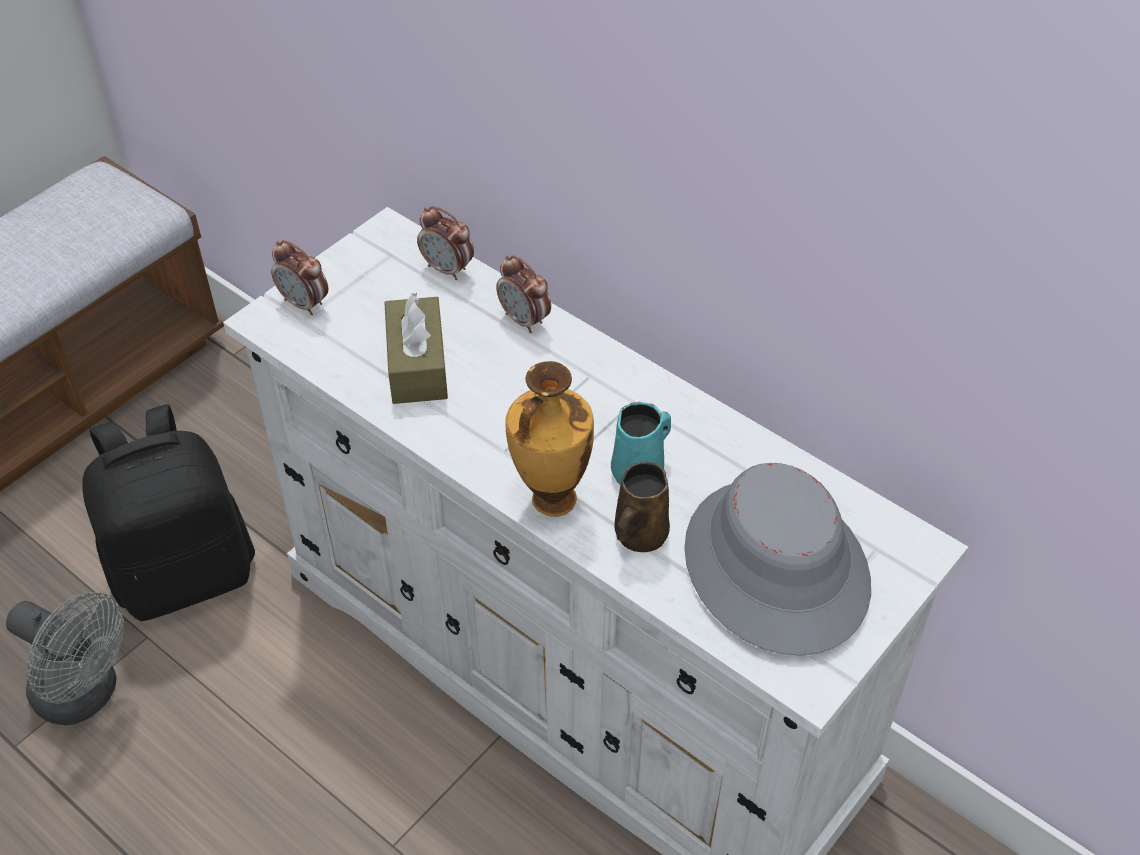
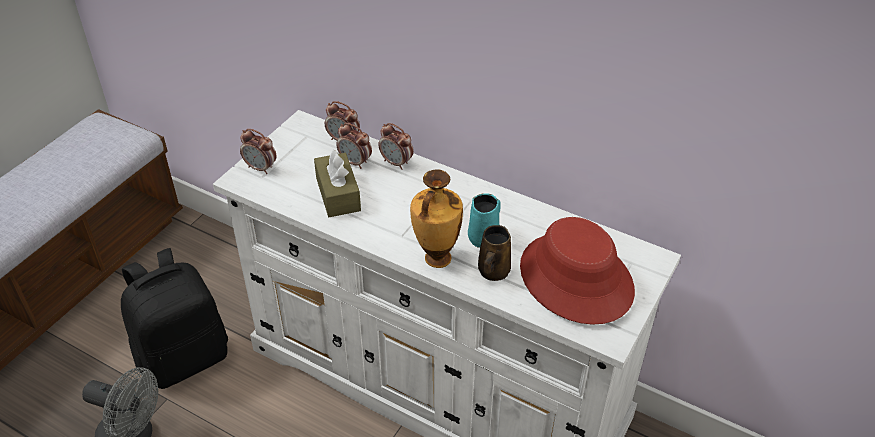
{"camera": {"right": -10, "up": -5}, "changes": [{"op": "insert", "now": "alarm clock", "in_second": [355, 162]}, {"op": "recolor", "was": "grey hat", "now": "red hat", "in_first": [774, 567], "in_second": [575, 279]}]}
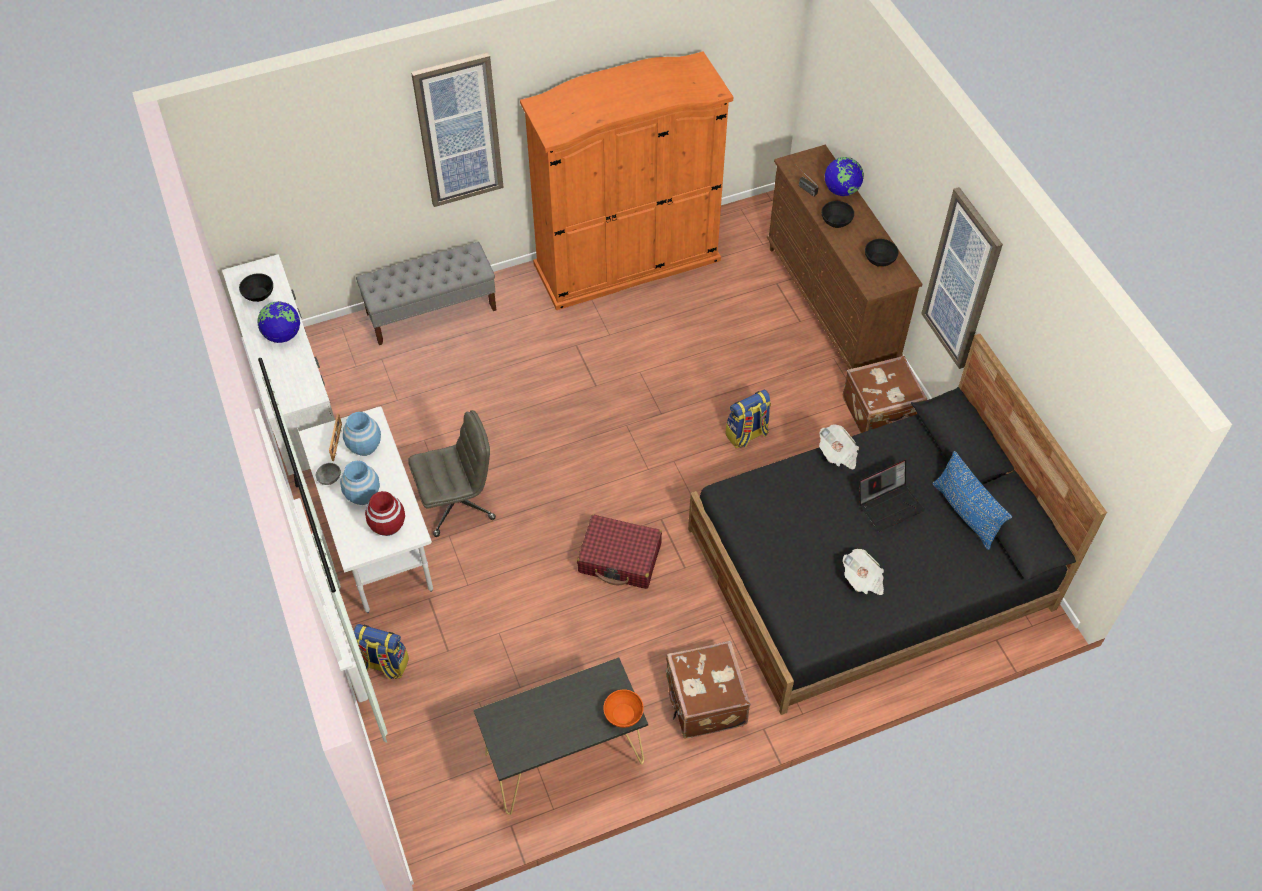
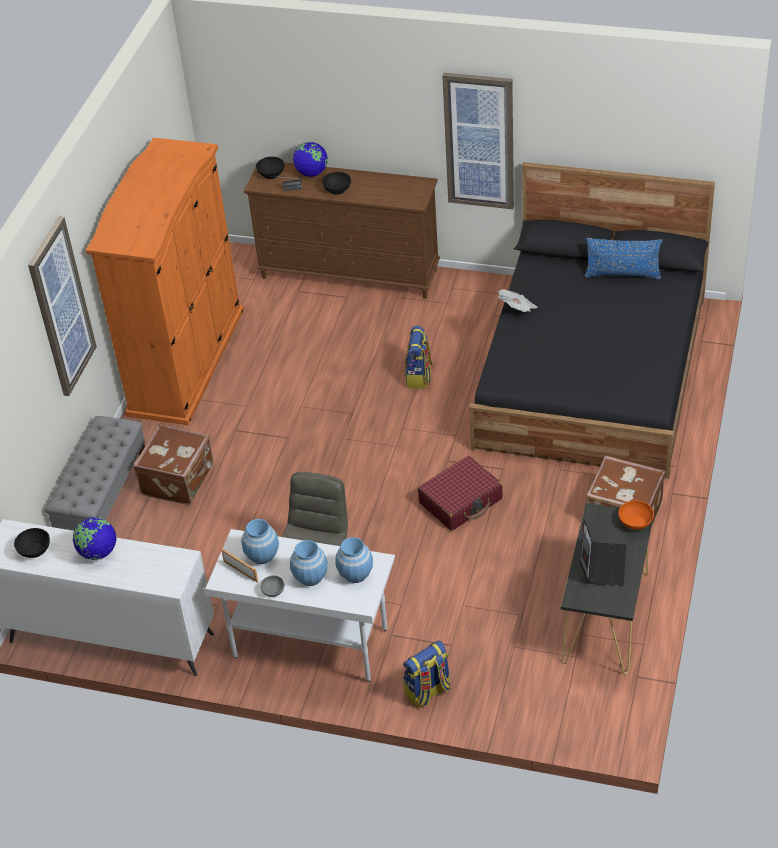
{"camera": {"right": -50, "up": -10}, "changes": [{"op": "delete", "was": "newspaper", "in_first": [863, 580]}, {"op": "move", "was": "brown suitcase", "in_first": [881, 412], "in_second": [179, 480]}, {"op": "move", "was": "laptop", "in_first": [889, 504], "in_second": [602, 564]}, {"op": "move", "was": "black bowl", "in_first": [879, 260], "in_second": [271, 174]}, {"op": "recolor", "was": "red vase", "now": "blue vase", "in_first": [388, 525], "in_second": [355, 573]}]}
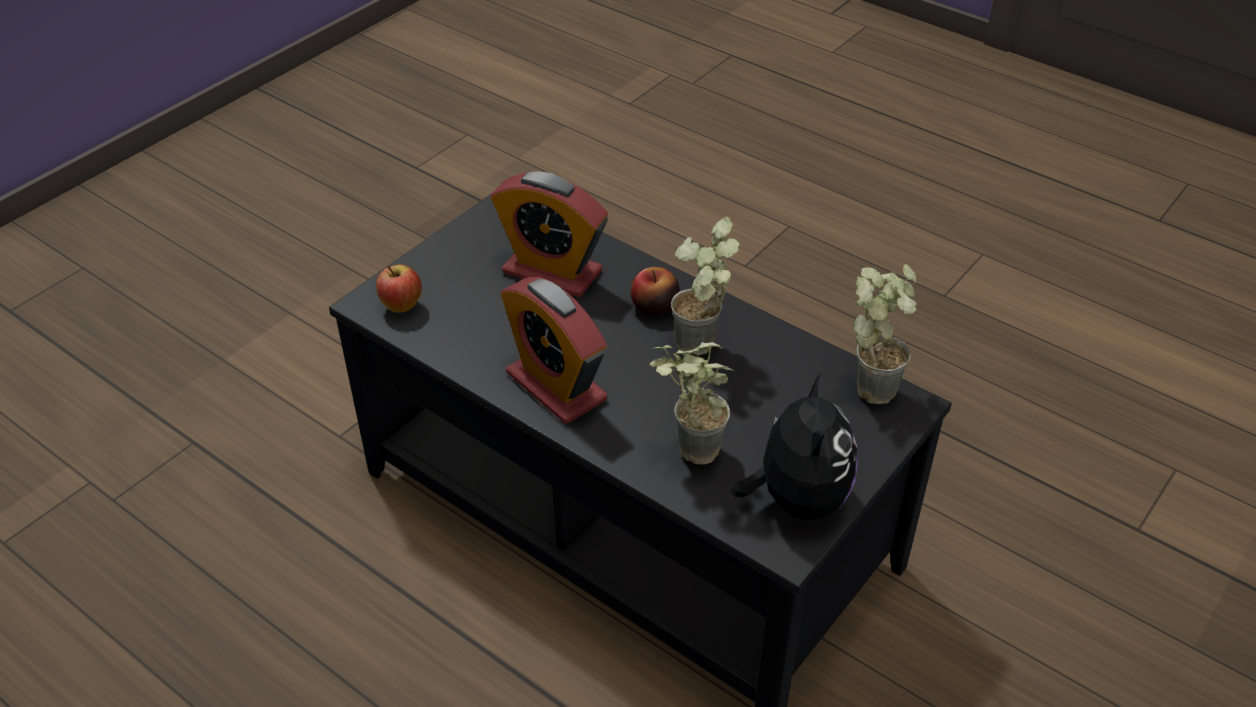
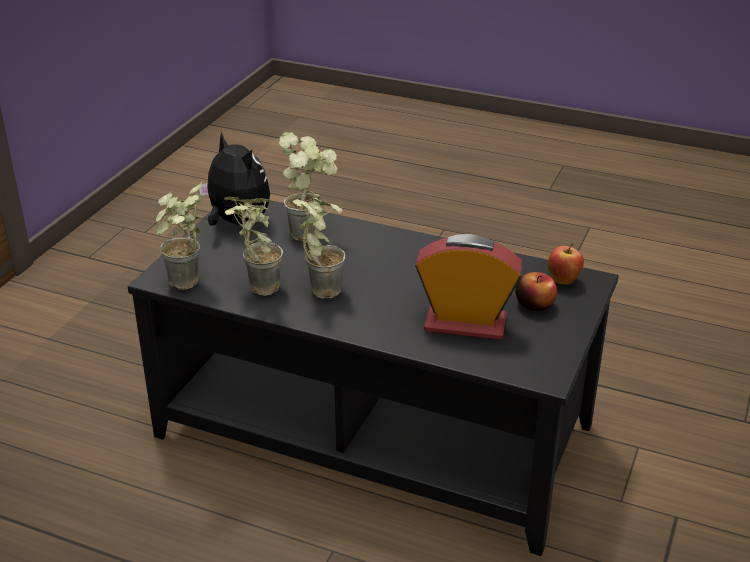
{"camera": {"right": 165, "up": -10}, "changes": [{"op": "delete", "was": "alarm clock", "in_first": [556, 386]}, {"op": "insert", "now": "potted plant", "in_second": [255, 288]}, {"op": "move", "was": "apple", "in_first": [654, 306], "in_second": [534, 304]}, {"op": "rotate", "was": "plush toy", "in_first": [796, 499], "in_second": [236, 222], "clockwise": 150}]}
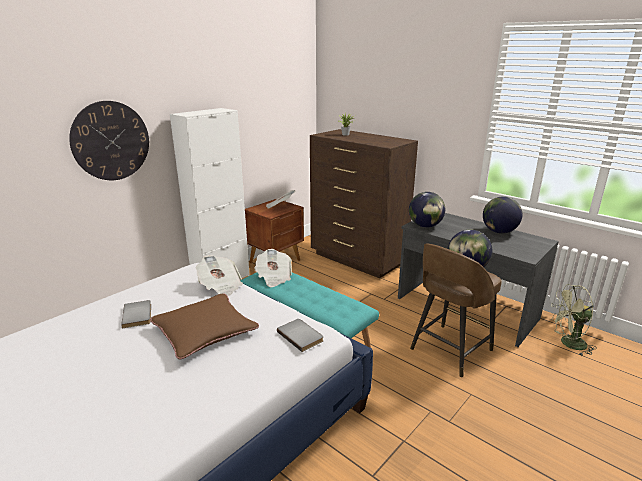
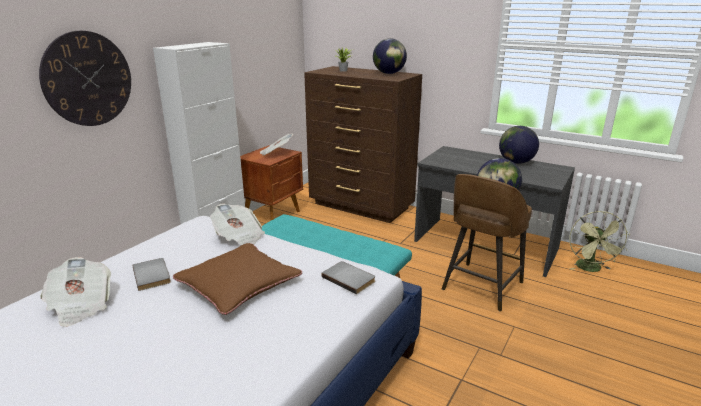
{"camera": {"right": -10, "up": 0}, "changes": [{"op": "move", "was": "newspaper", "in_first": [274, 277], "in_second": [80, 305]}, {"op": "move", "was": "globe", "in_first": [425, 226], "in_second": [389, 73]}, {"op": "rotate", "was": "green fan", "in_first": [568, 344], "in_second": [591, 269], "clockwise": -75}]}
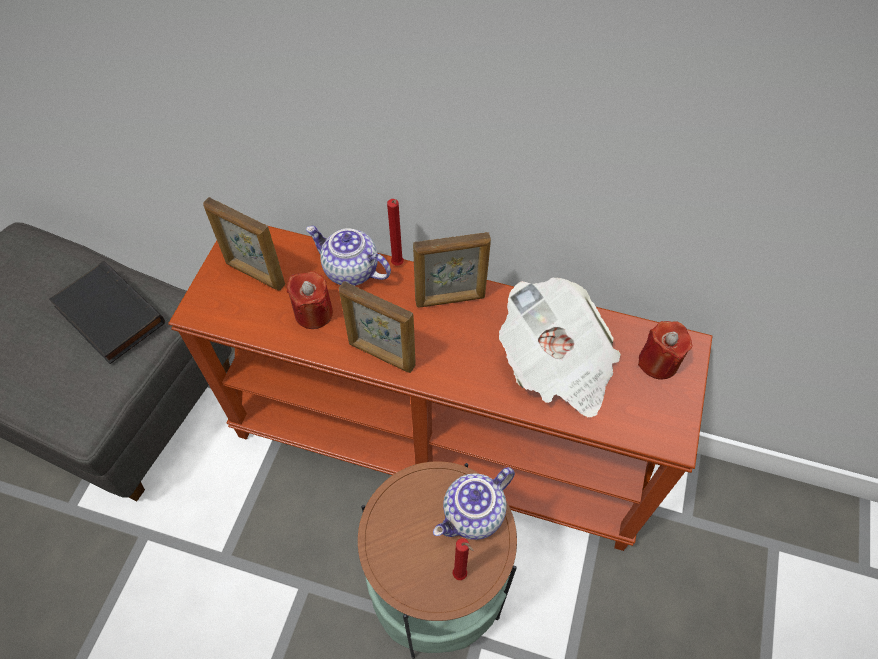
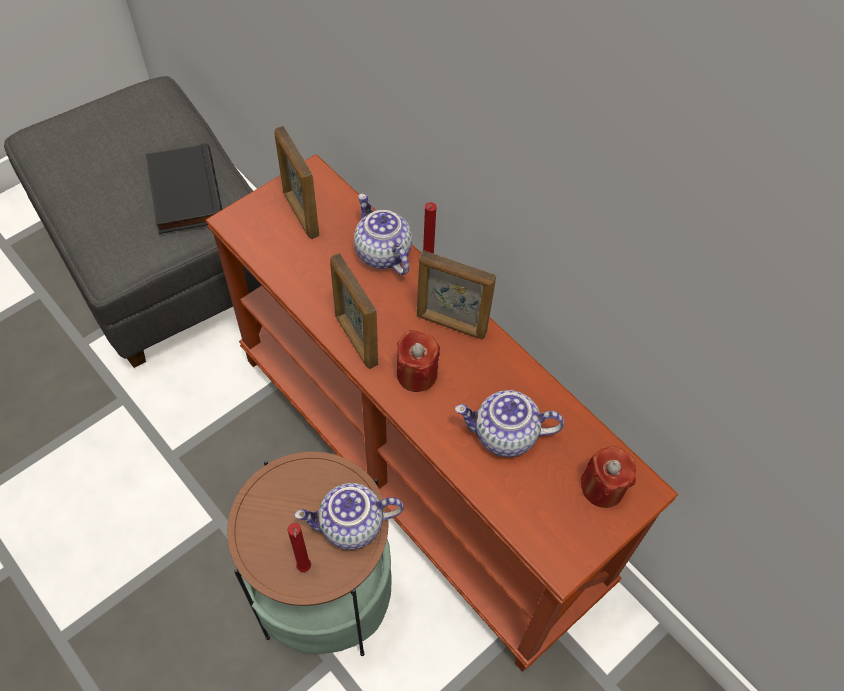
{"camera": {"right": 30, "up": 0}, "changes": [{"op": "move", "was": "red candle", "in_first": [313, 313], "in_second": [416, 374]}, {"op": "replace", "was": "newspaper", "now": "teapot", "in_first": [557, 364], "in_second": [504, 435]}]}
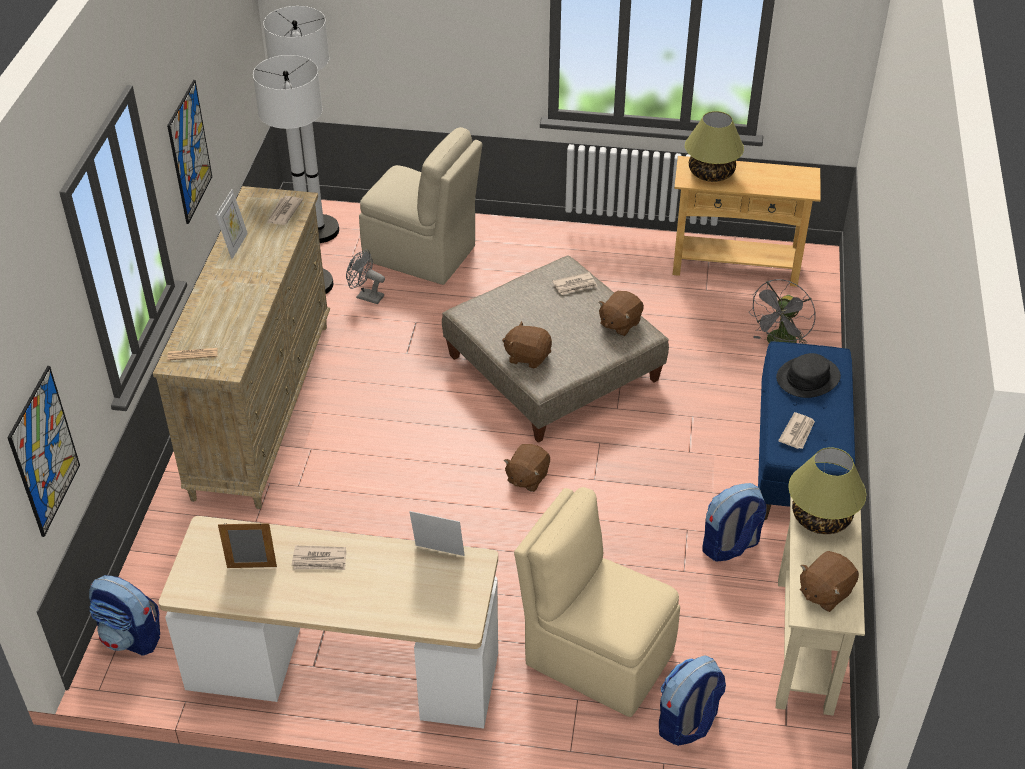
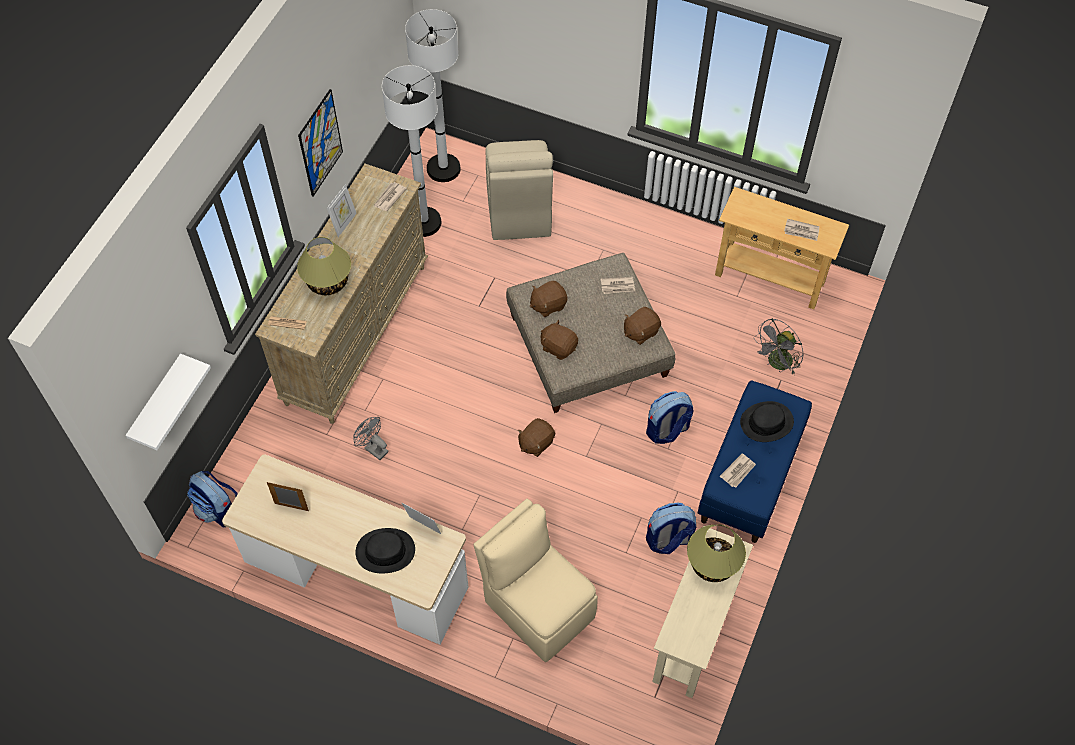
{"camera": {"right": 15, "up": 15}, "changes": [{"op": "insert", "now": "black hat", "in_second": [385, 551]}, {"op": "move", "was": "newspaper", "in_first": [320, 560], "in_second": [801, 231]}, {"op": "move", "was": "grey fan", "in_first": [366, 296], "in_second": [373, 448]}, {"op": "move", "was": "backpack", "in_first": [687, 723], "in_second": [667, 430]}, {"op": "move", "was": "table lamp", "in_first": [711, 173], "in_second": [328, 282]}, {"op": "move", "was": "brown plush toy", "in_first": [824, 592], "in_second": [548, 305]}, {"op": "replace", "was": "picture", "now": "white shelf", "in_first": [44, 452], "in_second": [157, 403]}, {"op": "rotate", "was": "beige chair", "in_first": [422, 254], "in_second": [519, 211], "clockwise": 45}]}
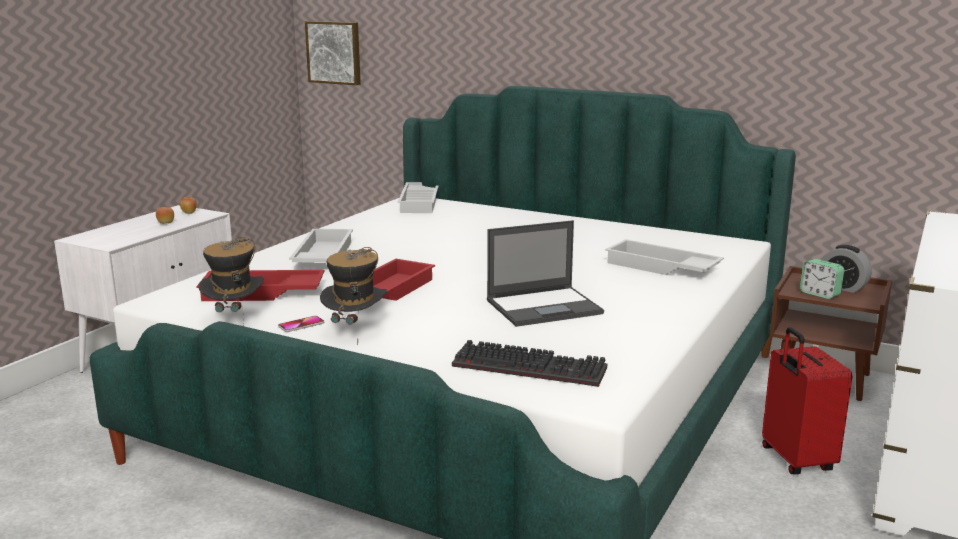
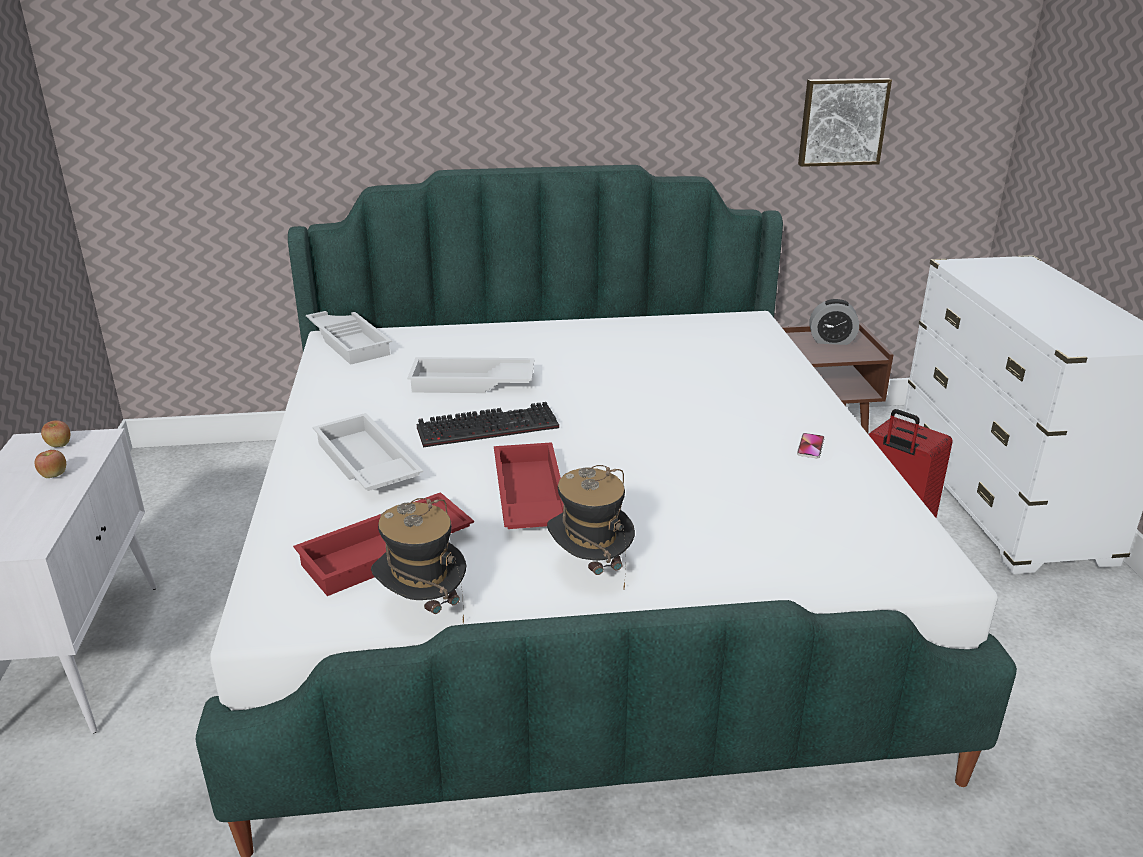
{"camera": {"right": -35, "up": 10}, "changes": [{"op": "delete", "was": "laptop", "in_first": [545, 307]}, {"op": "delete", "was": "alarm clock", "in_first": [819, 294]}, {"op": "move", "was": "phone", "in_first": [301, 325], "in_second": [810, 447]}, {"op": "move", "was": "picture", "in_first": [334, 52], "in_second": [842, 121]}, {"op": "move", "was": "keyboard", "in_first": [532, 367], "in_second": [489, 427]}, {"op": "move", "was": "white tray", "in_first": [660, 267], "in_second": [471, 384]}]}
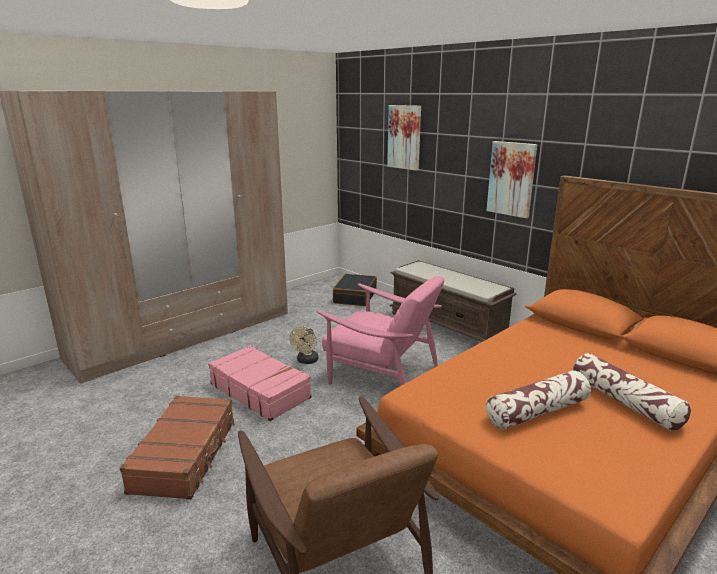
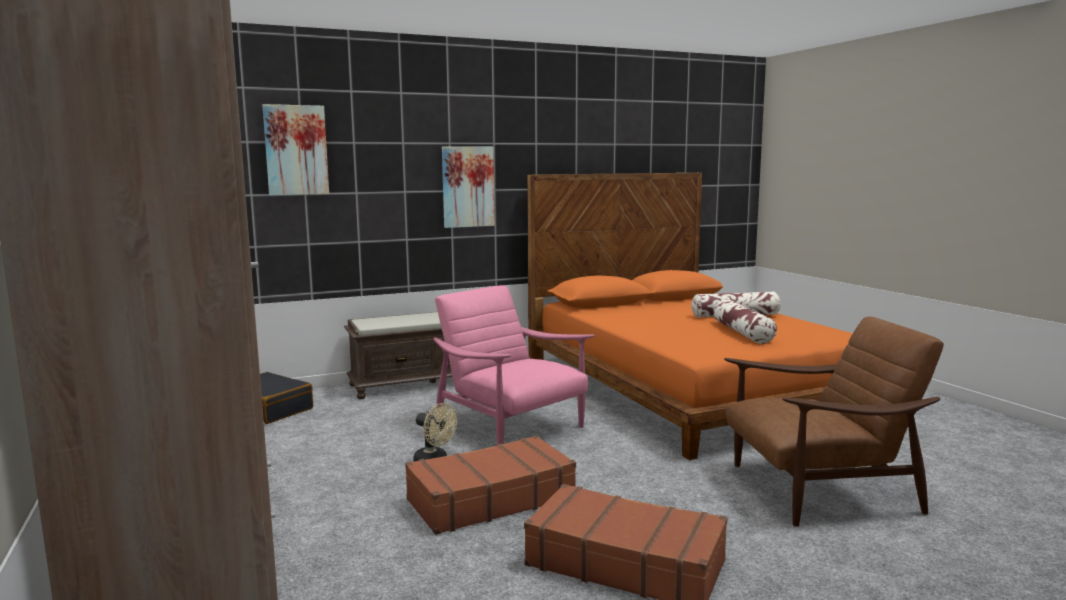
{"camera": {"right": -70, "up": -10}, "changes": [{"op": "recolor", "was": "pink suitcase", "now": "brown suitcase", "in_first": [260, 391], "in_second": [490, 499]}, {"op": "rotate", "was": "pink armchair", "in_first": [381, 373], "in_second": [511, 427], "clockwise": -90}]}
